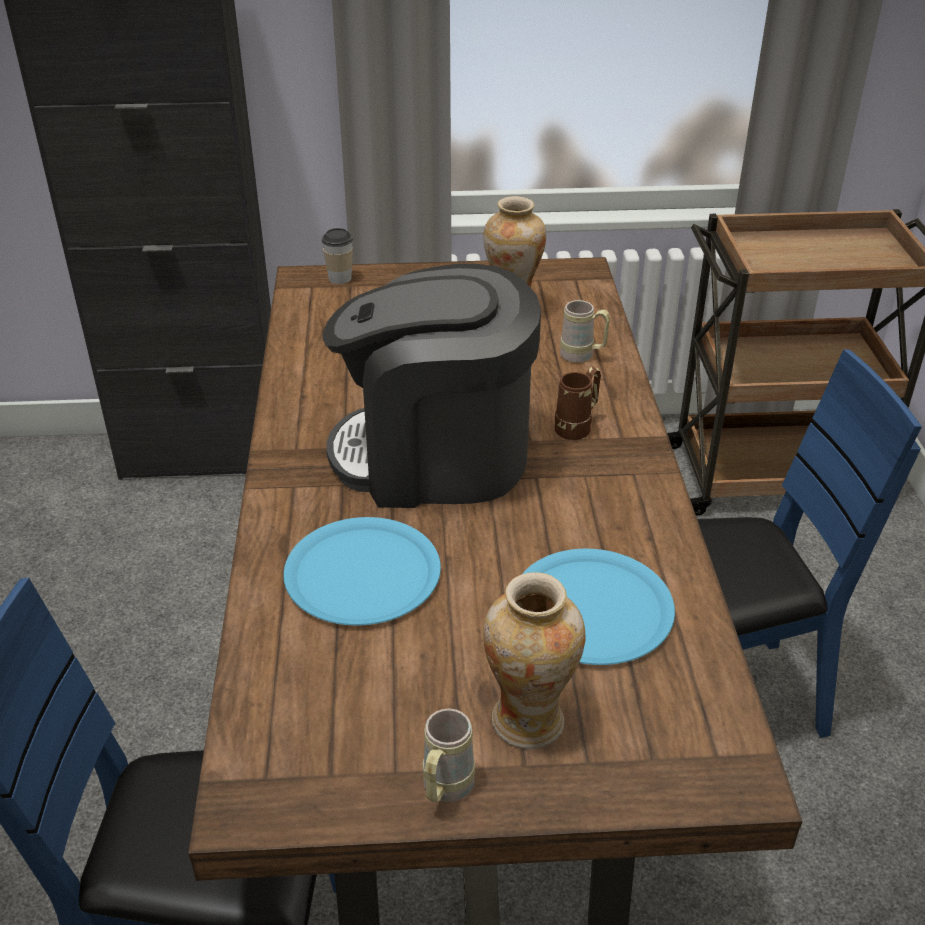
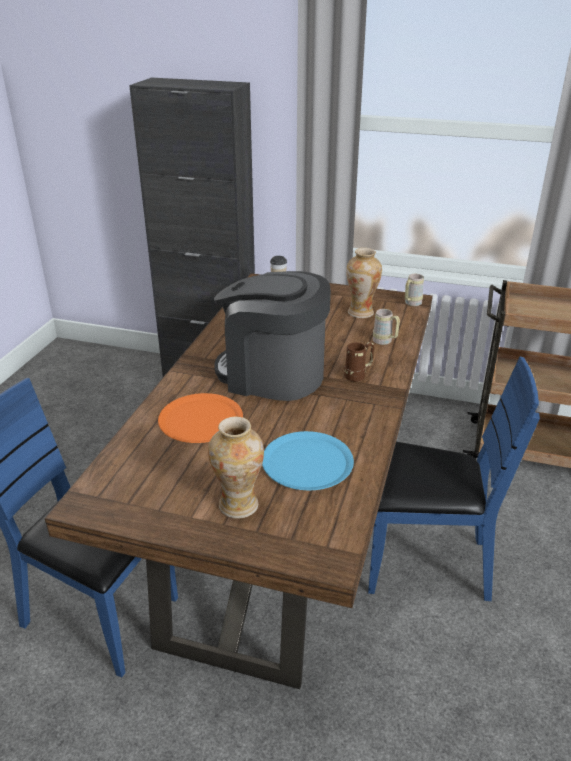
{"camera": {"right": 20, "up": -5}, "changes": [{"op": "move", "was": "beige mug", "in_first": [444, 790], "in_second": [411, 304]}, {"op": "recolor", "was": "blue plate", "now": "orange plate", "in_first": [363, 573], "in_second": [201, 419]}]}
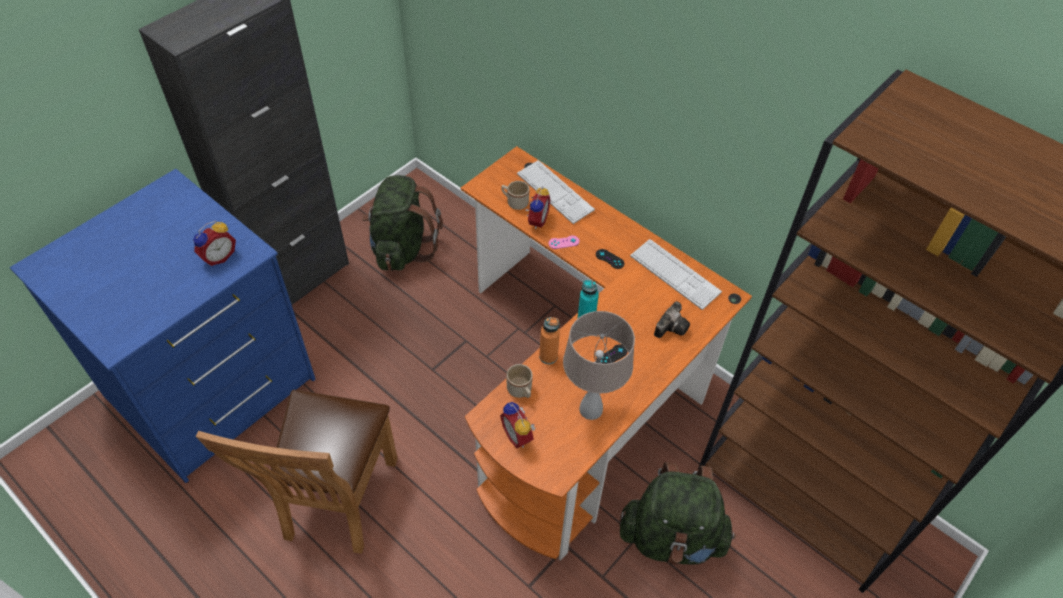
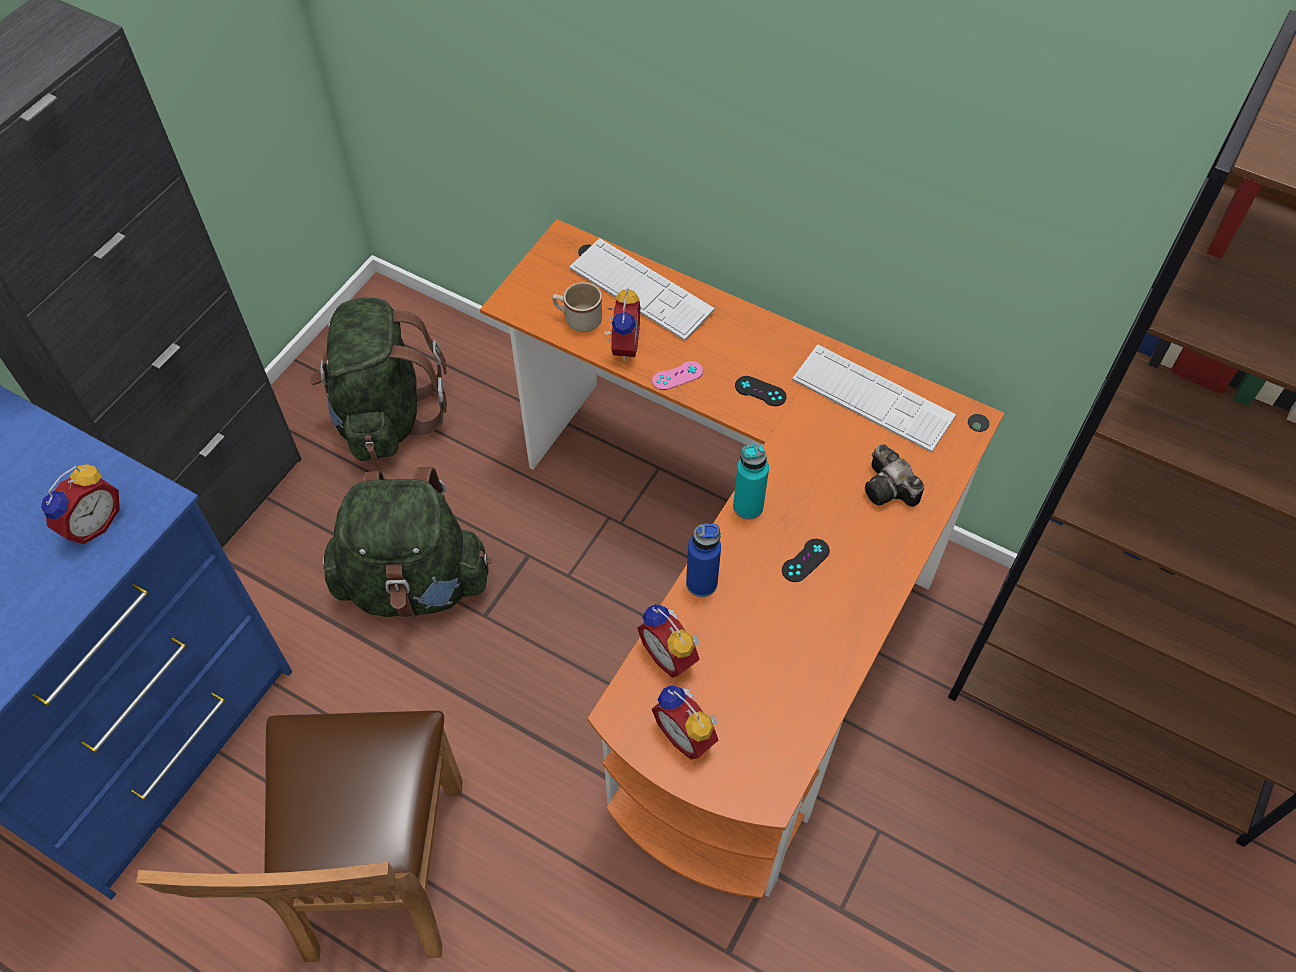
{"camera": {"right": -10, "up": 5}, "changes": [{"op": "delete", "was": "beige table lamp", "in_first": [591, 409]}, {"op": "move", "was": "green backpack", "in_first": [671, 537], "in_second": [414, 583]}, {"op": "replace", "was": "beige mug", "now": "alarm clock", "in_first": [521, 391], "in_second": [671, 654]}, {"op": "recolor", "was": "orange bottle", "now": "blue bottle", "in_first": [548, 356], "in_second": [701, 583]}, {"op": "rotate", "was": "photo camera", "in_first": [672, 326], "in_second": [890, 490], "clockwise": 120}]}
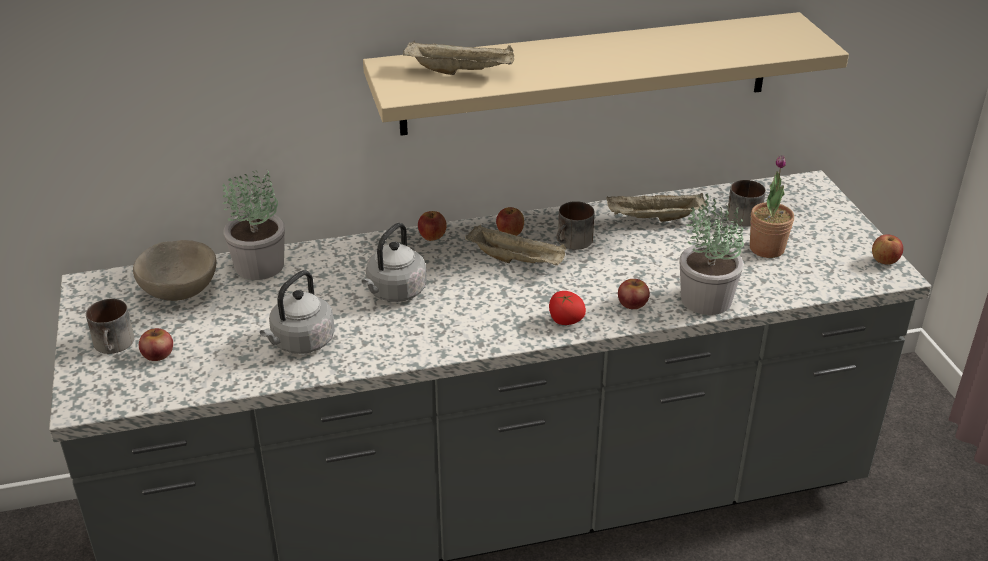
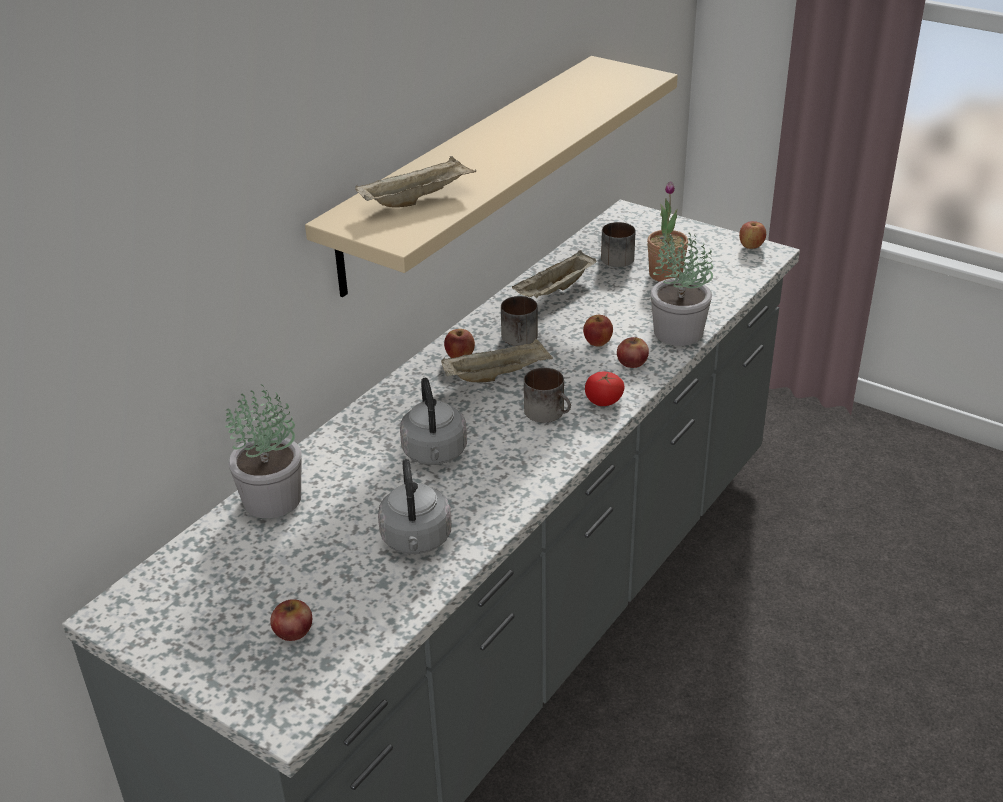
{"camera": {"right": -40, "up": 0}, "changes": [{"op": "delete", "was": "beige bowl", "in_first": [180, 290]}, {"op": "move", "was": "mug", "in_first": [115, 345], "in_second": [549, 412]}, {"op": "move", "was": "apple", "in_first": [432, 237], "in_second": [598, 343]}]}
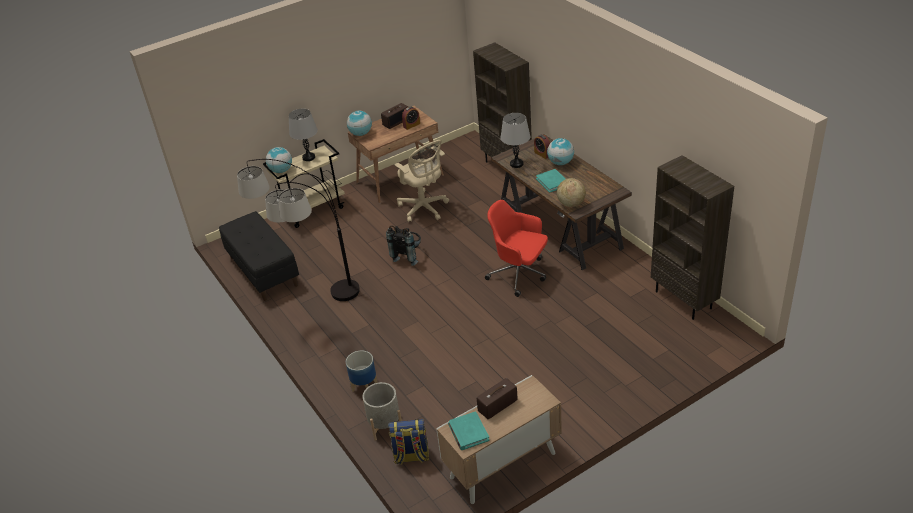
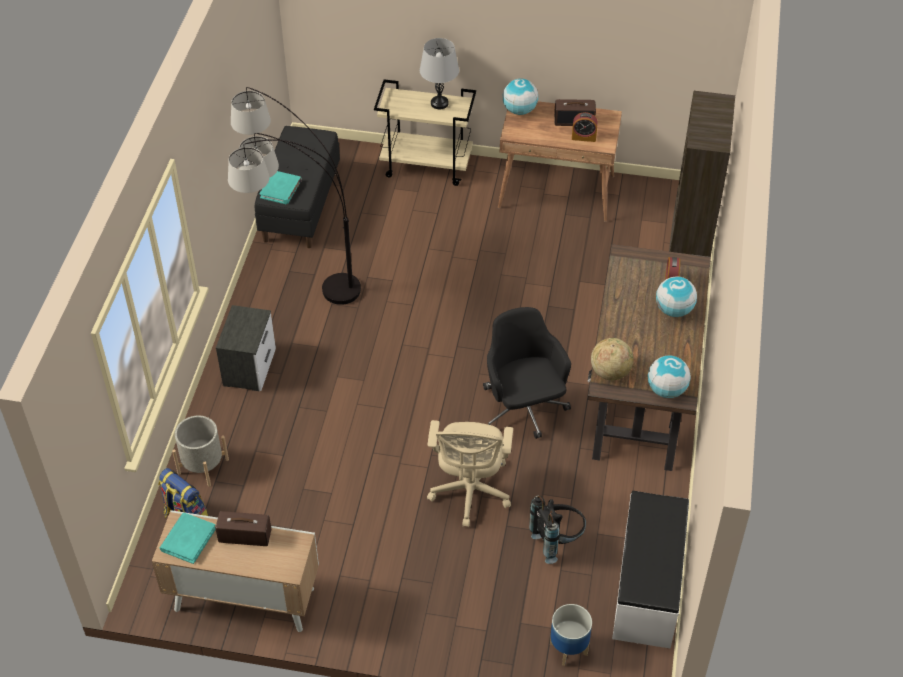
{"camera": {"right": 40, "up": 10}, "changes": [{"op": "delete", "was": "grey table lamp", "in_first": [516, 164]}, {"op": "insert", "now": "nightstand", "in_second": [250, 367]}, {"op": "move", "was": "globe", "in_first": [281, 170], "in_second": [666, 390]}, {"op": "move", "was": "planter", "in_first": [364, 386], "in_second": [568, 648]}, {"op": "move", "was": "black backpack", "in_first": [408, 256], "in_second": [557, 540]}, {"op": "move", "was": "beige office chair", "in_first": [424, 209], "in_second": [470, 493]}, {"op": "move", "was": "turquoise book", "in_first": [552, 182], "in_second": [281, 189]}, {"op": "replace", "was": "brown bookcase", "now": "white bench", "in_first": [684, 300], "in_second": [648, 587]}, {"op": "recolor", "was": "red office chair", "now": "black office chair", "in_first": [519, 274], "in_second": [523, 409]}]}
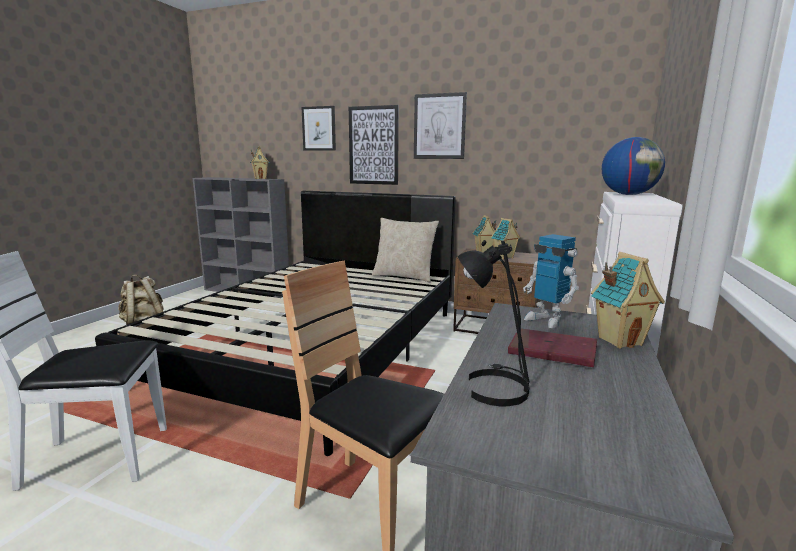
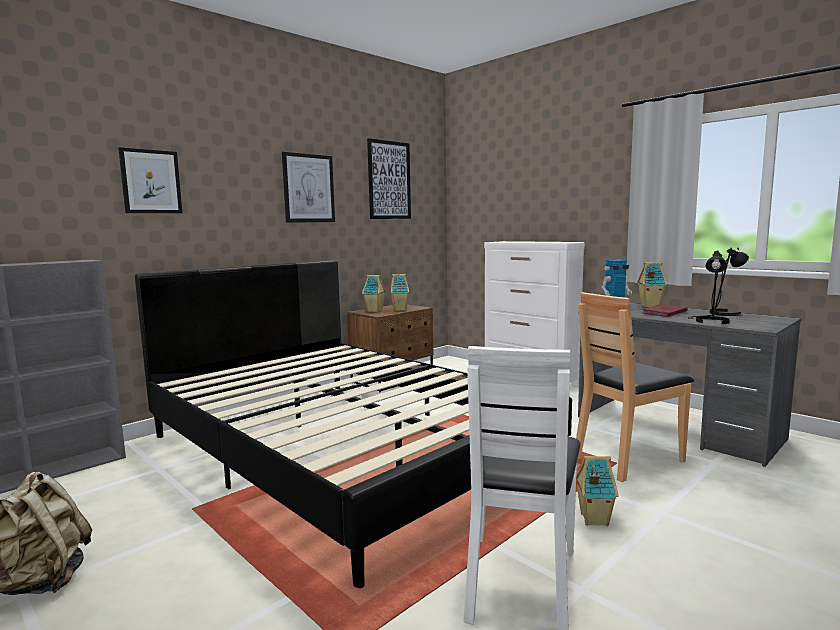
{"camera": {"right": -65, "up": -5}, "changes": [{"op": "delete", "was": "beige pillow", "in_first": [404, 276]}, {"op": "delete", "was": "globe", "in_first": [628, 194]}, {"op": "insert", "now": "black table lamp", "in_second": [726, 314]}, {"op": "move", "was": "toy house", "in_first": [260, 178], "in_second": [593, 519]}, {"op": "move", "was": "picture", "in_first": [373, 145], "in_second": [389, 180]}]}
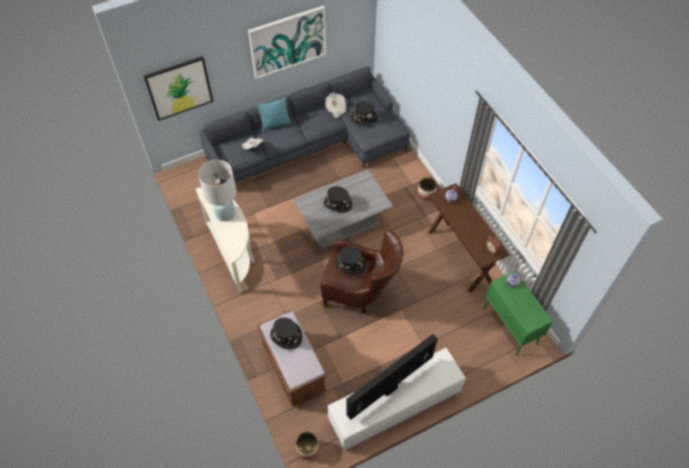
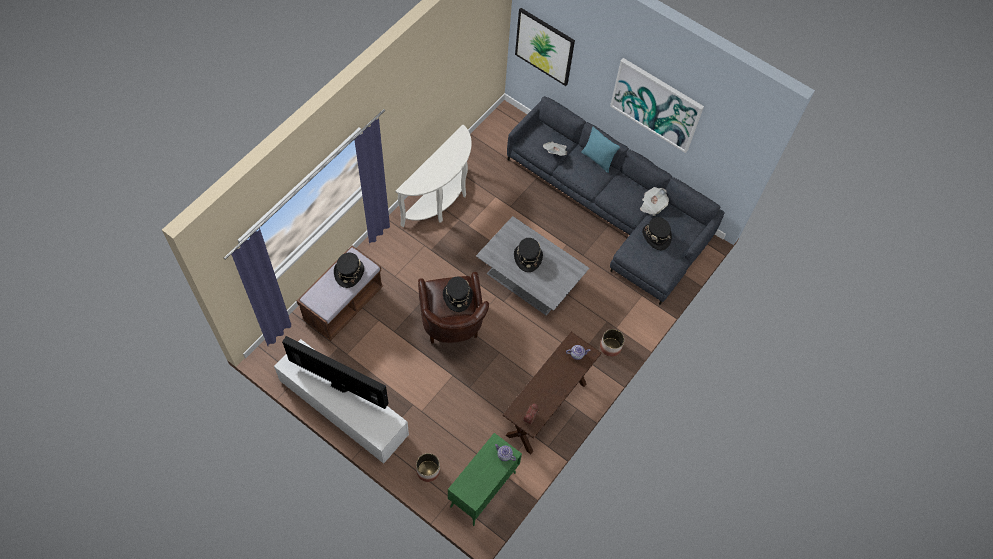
{"camera": {"right": 60, "up": 5}, "changes": [{"op": "delete", "was": "white table lamp", "in_first": [225, 213]}, {"op": "move", "was": "planter", "in_first": [307, 449], "in_second": [428, 471]}]}
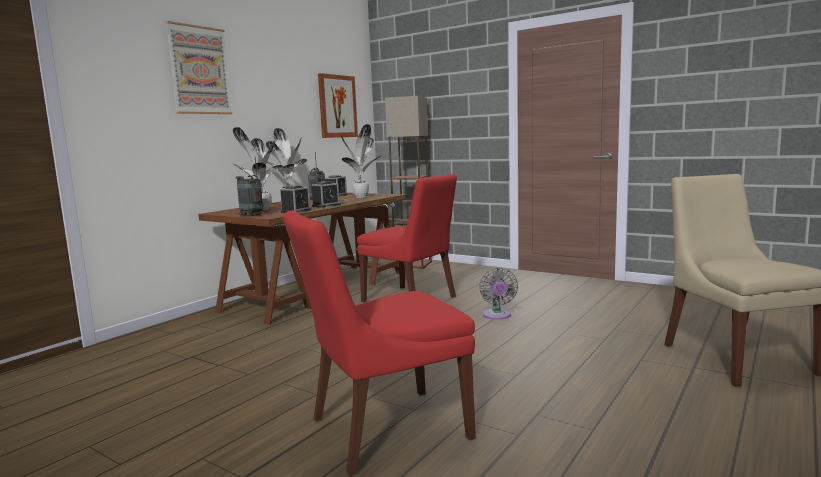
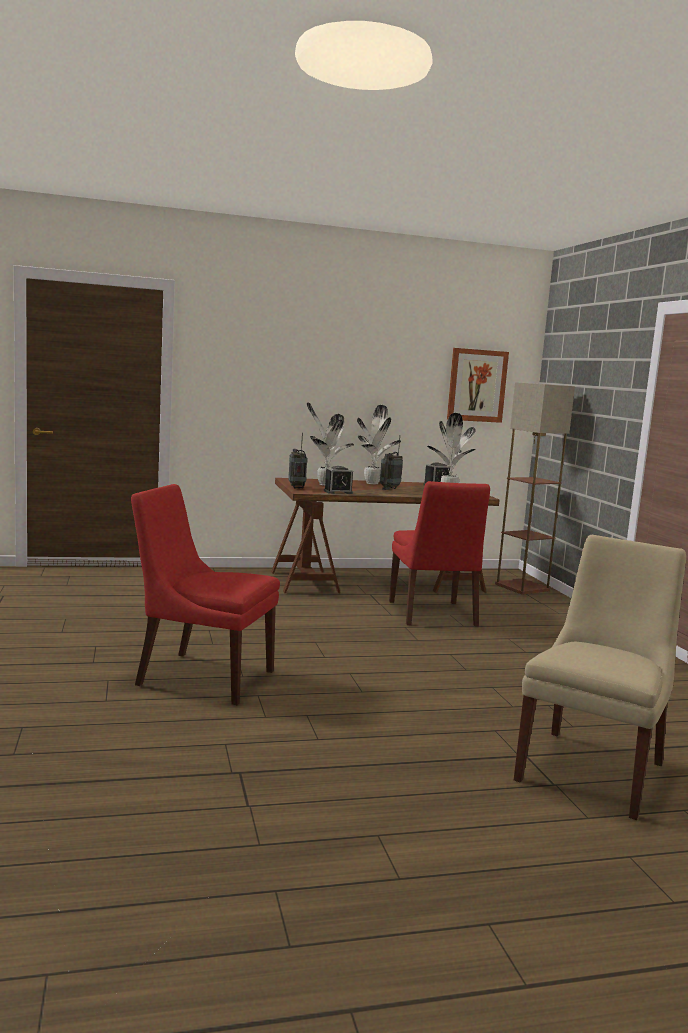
{"camera": {"right": 40, "up": 0}, "changes": [{"op": "delete", "was": "picture", "in_first": [199, 70]}, {"op": "delete", "was": "alarm clock", "in_first": [326, 205]}, {"op": "delete", "was": "grey fan", "in_first": [497, 316]}]}
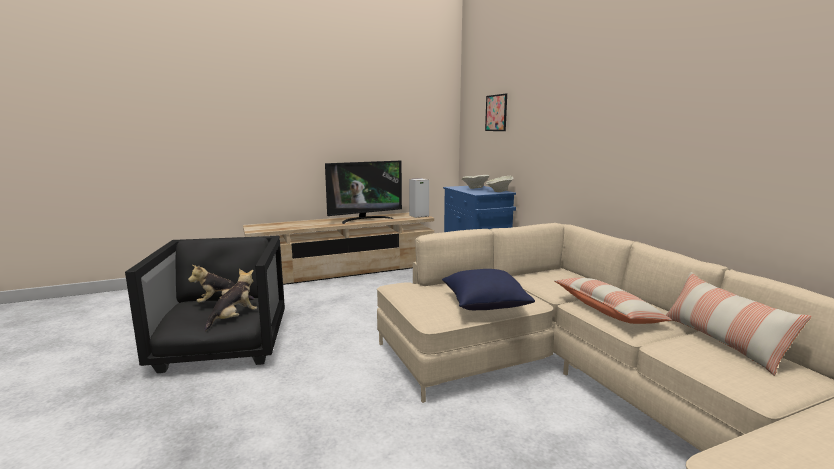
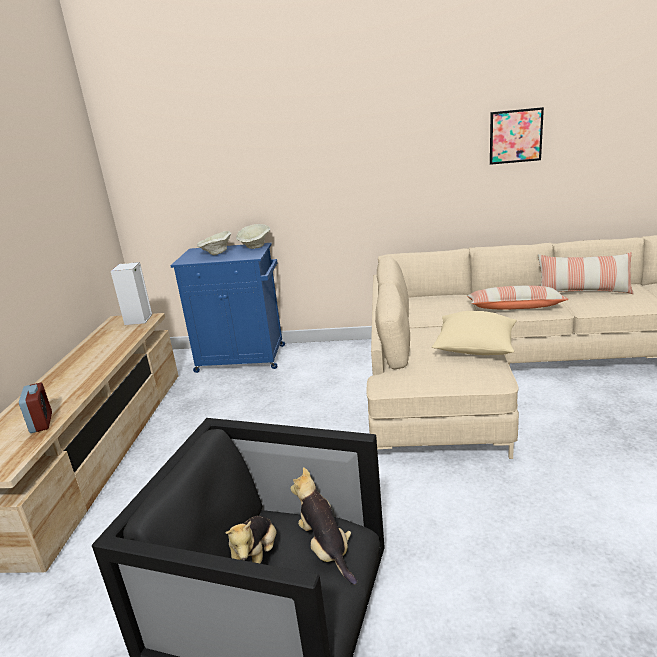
{"camera": {"right": -60, "up": 10}, "changes": [{"op": "delete", "was": "television", "in_first": [364, 219]}, {"op": "insert", "now": "alarm clock", "in_second": [41, 423]}, {"op": "move", "was": "picture", "in_first": [496, 113], "in_second": [515, 136]}, {"op": "recolor", "was": "blue pillow", "now": "beige pillow", "in_first": [484, 304], "in_second": [475, 348]}]}
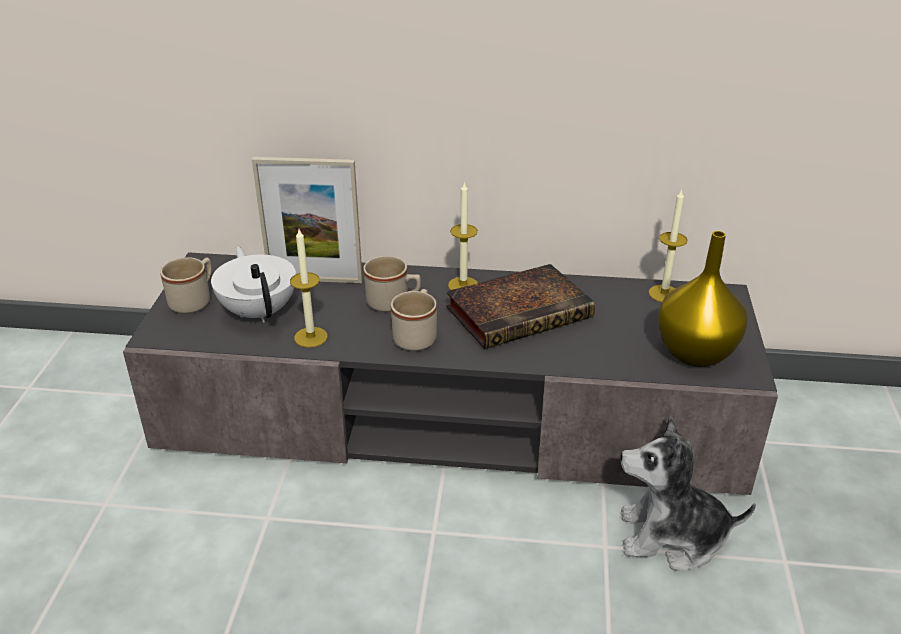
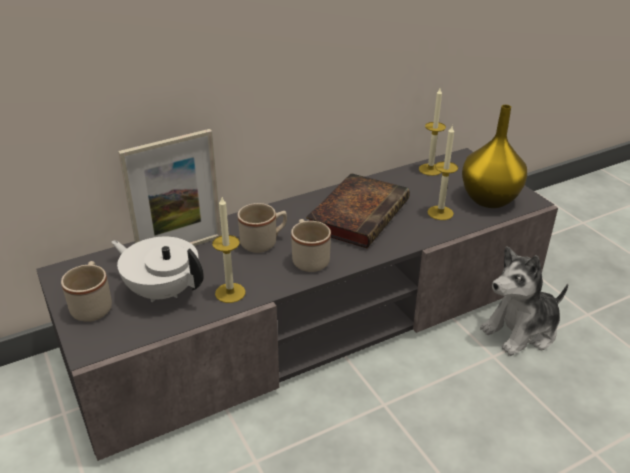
{"camera": {"right": -35, "up": 0}, "changes": [{"op": "move", "was": "candle", "in_first": [463, 285], "in_second": [440, 213]}]}
